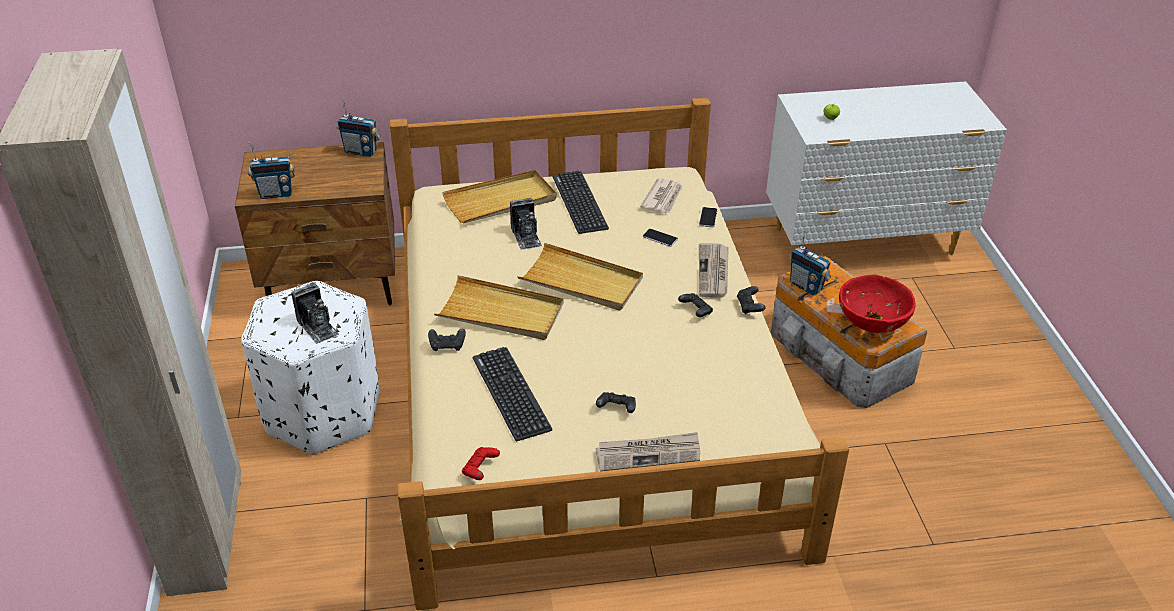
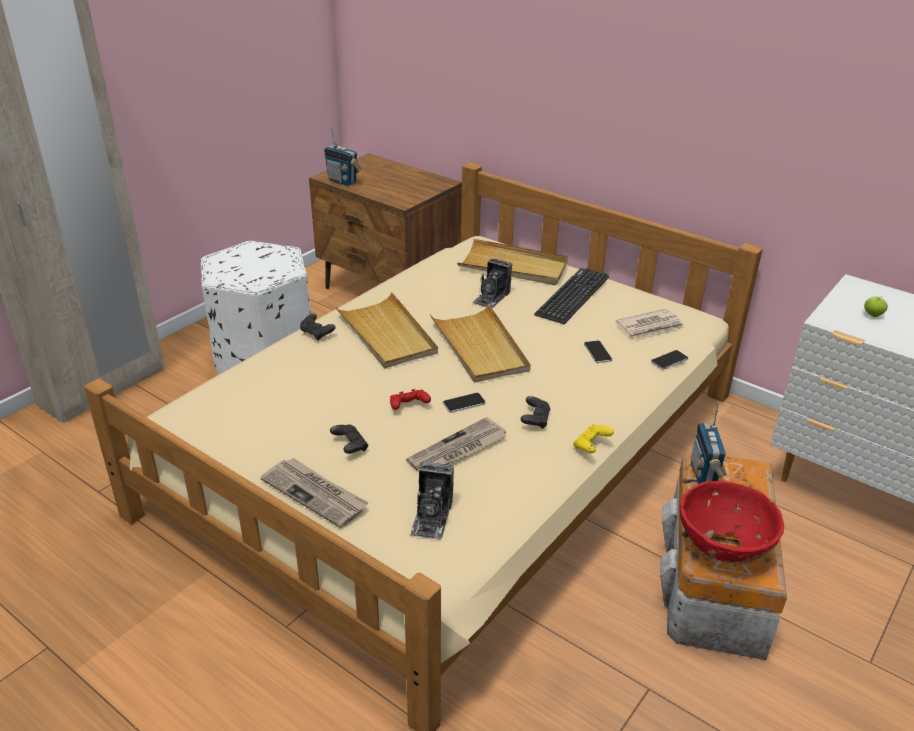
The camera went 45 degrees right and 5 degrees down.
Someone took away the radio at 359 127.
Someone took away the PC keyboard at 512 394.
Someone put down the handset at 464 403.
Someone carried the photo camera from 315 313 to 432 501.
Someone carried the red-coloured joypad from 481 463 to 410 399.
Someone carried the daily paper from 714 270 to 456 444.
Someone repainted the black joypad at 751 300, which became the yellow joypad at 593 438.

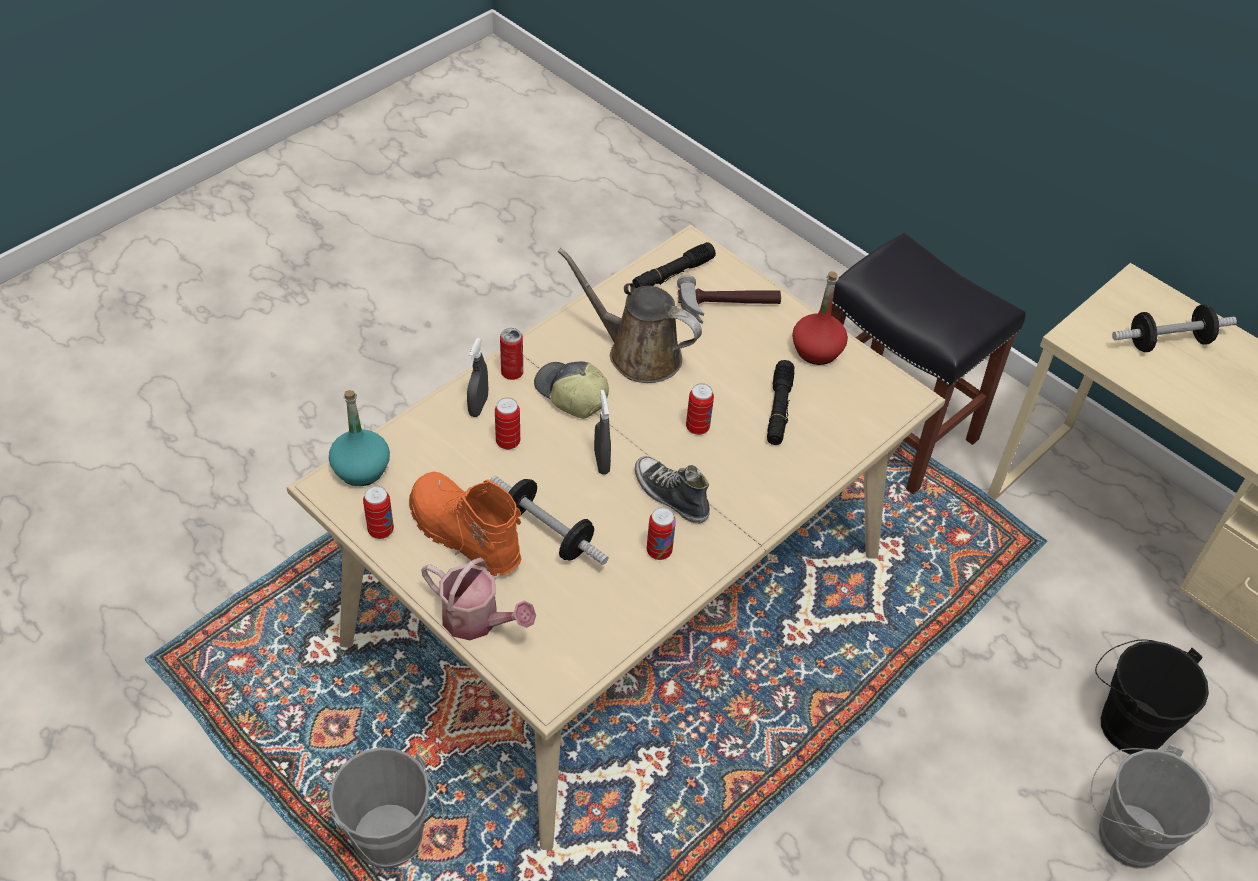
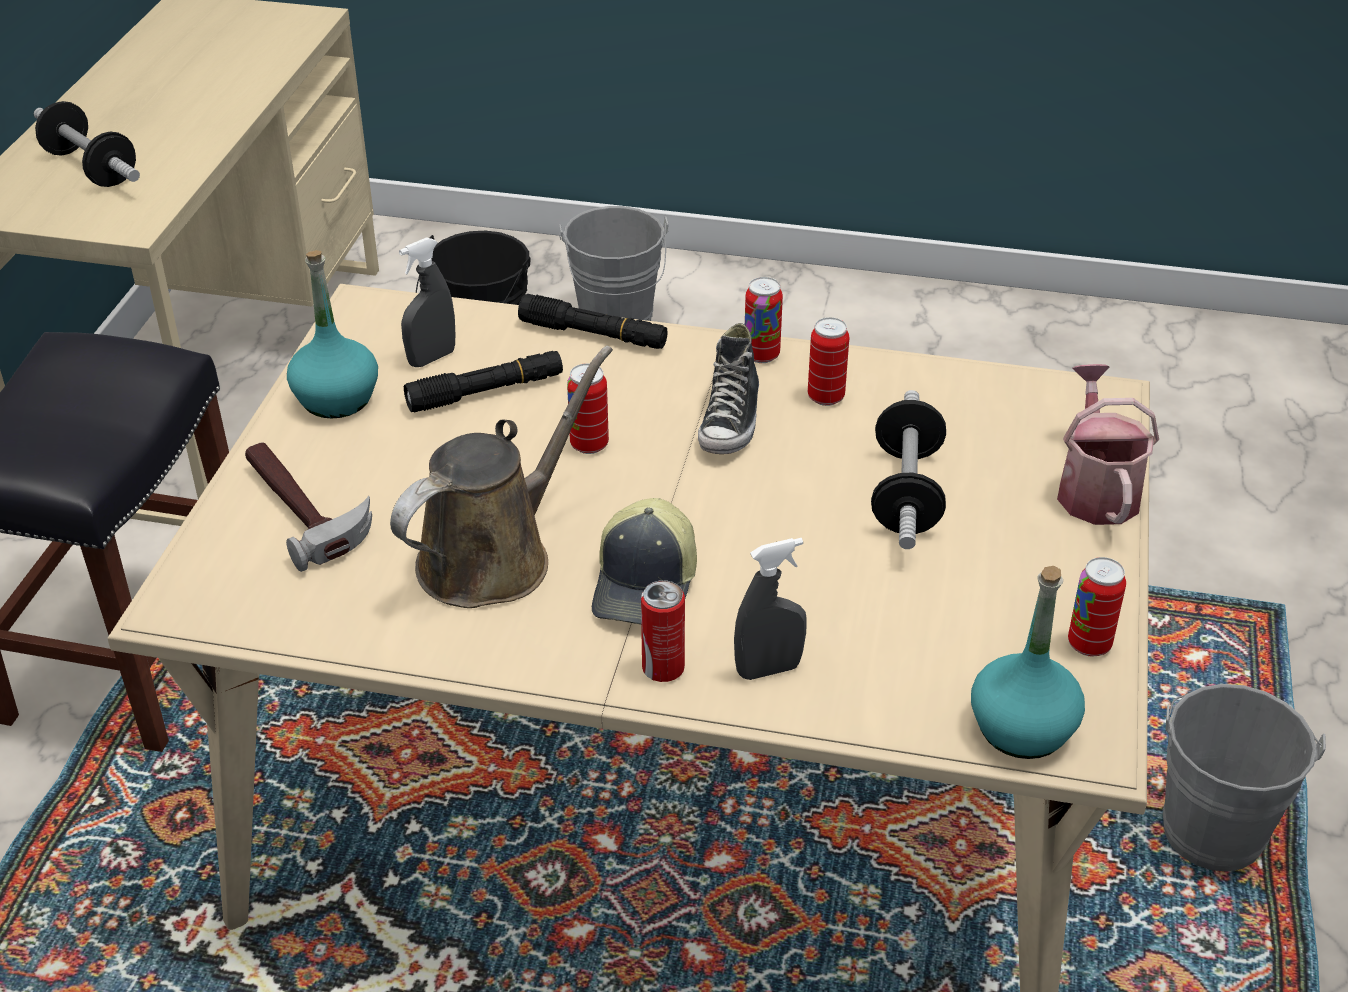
The camera went 120 degrees left and 10 degrees down.
Someone took away the orangey tall boot at 465 524.
Someone carried the metal can from 507 423 to 764 320.
Someone carried the gray spray bottle from 602 432 to 427 302.
Someone carried the black flashlight from 674 265 to 593 321.
Someone repainted the red-coloured beverage bottle at 820 318, which became the blue-green beverage bottle at 332 334.
Someone rotated the brown watering can at 630 315 by 135 degrees counterclockwise.

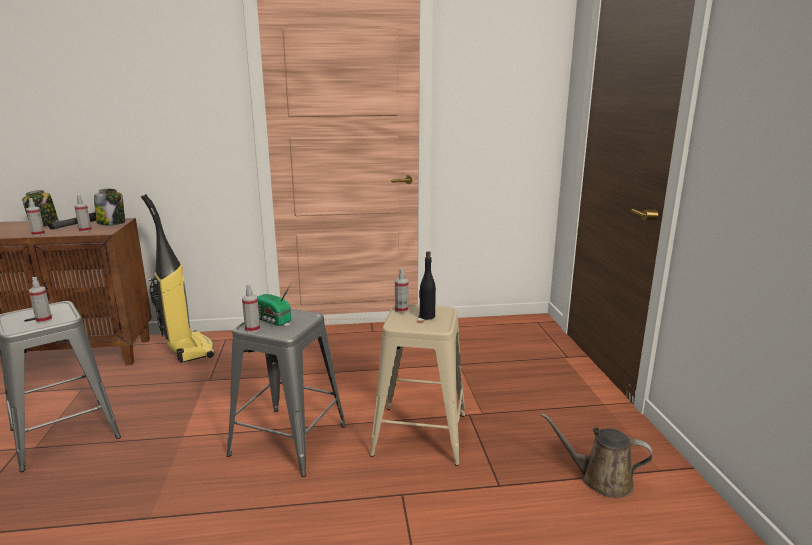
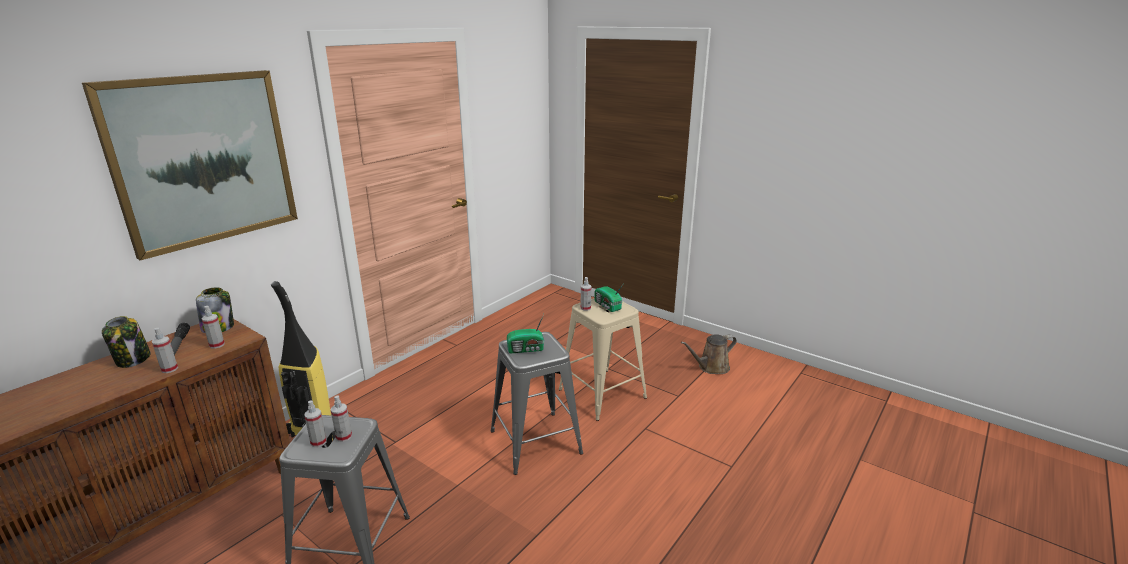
The camera went 45 degrees left and 5 degrees up.
Someone put up the wall art at 190 165.
Someone carried the spray bottle from 251 308 to 315 424.
Someone swapped the black beverage bottle at 427 286 for the radio at 610 297.

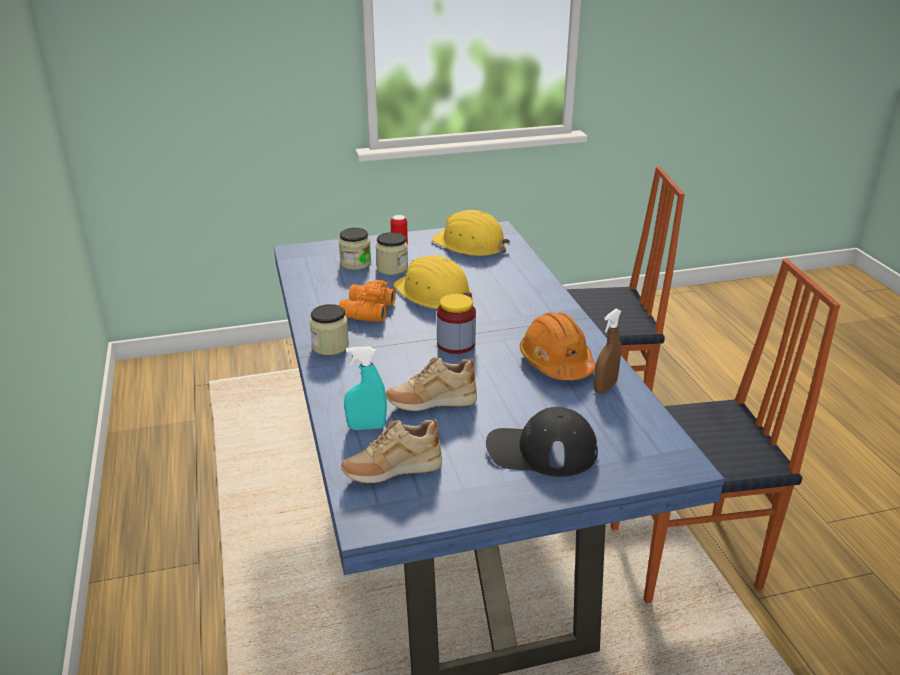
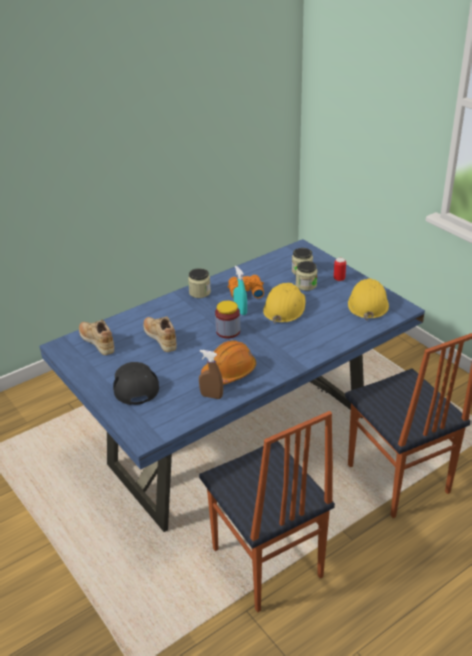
The camera went 70 degrees right and 5 degrees up.
Someone carried the blue-green spray bottle from 365 388 to 240 290.

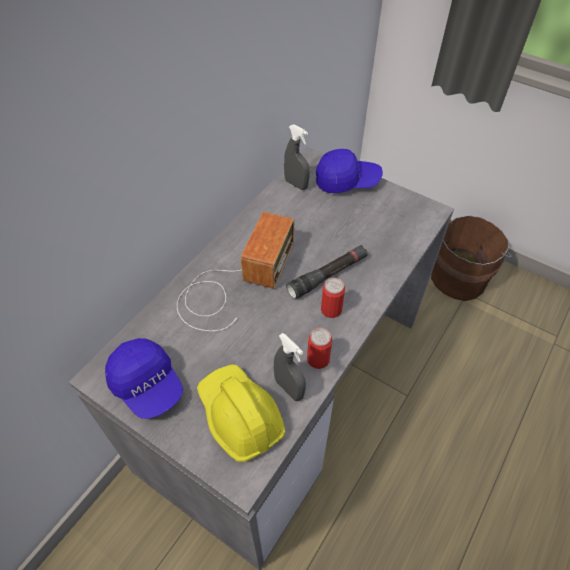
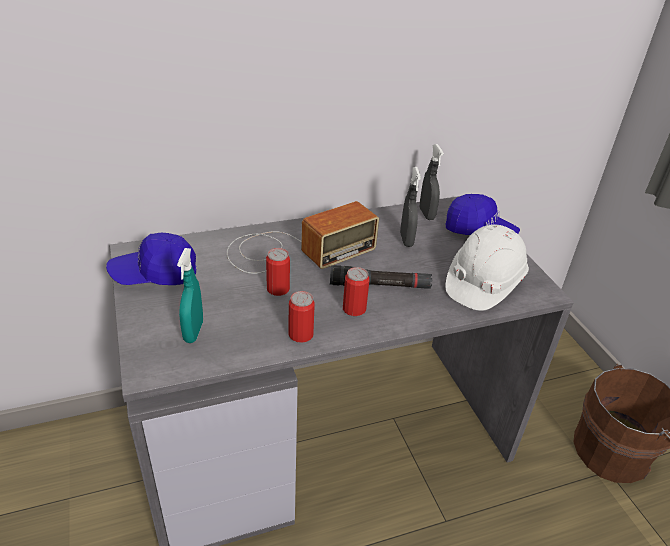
The camera went 35 degrees right and 15 degrees down.
Someone put down the metal can at 278 272.
Someone put down the white safety helmet at 487 267.
Someone carried the gray spray bottle from 290 367 to 410 207.
Someone swapped the yellow safety helmet at 241 413 for the blue-green spray bottle at 190 295.
Someone rotated the blue cap at 144 378 by 75 degrees clockwise.

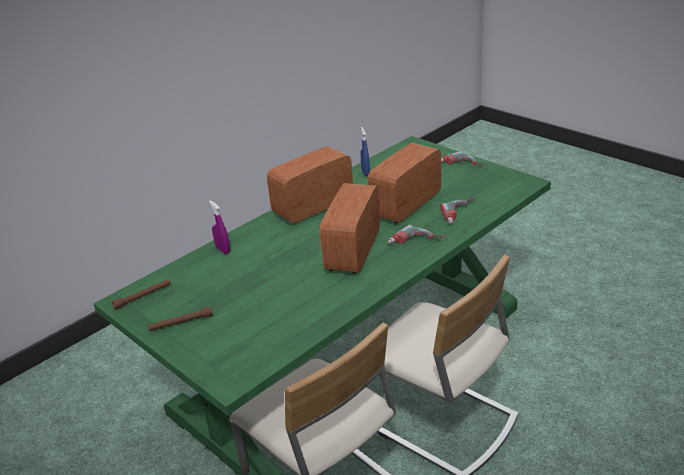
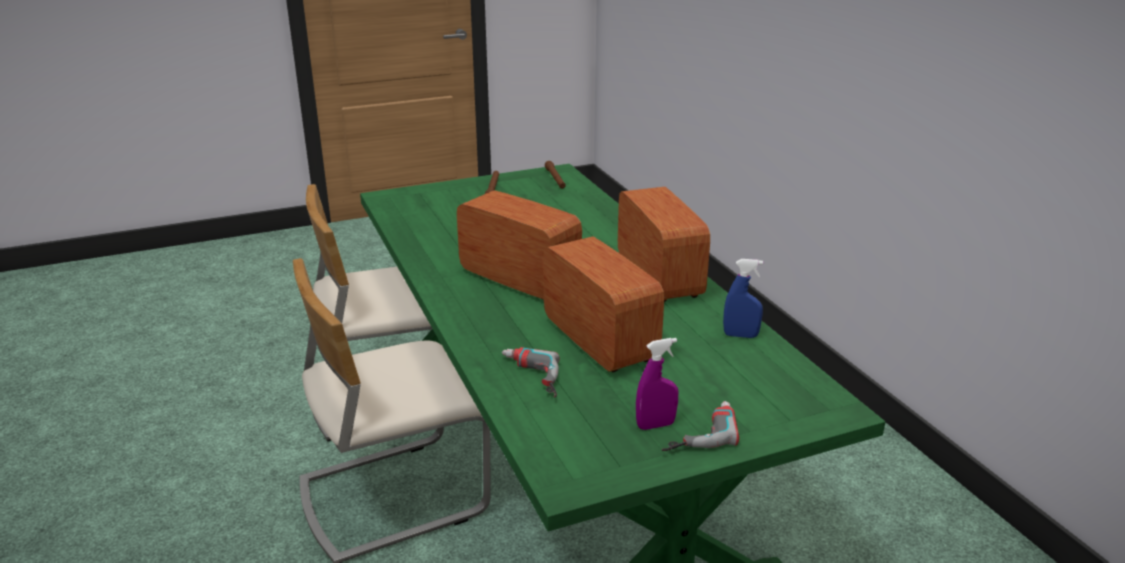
The camera went 110 degrees right and 5 degrees down.
Someone took away the drill at 417 234.
Someone carried the purple spray bottle from 219 227 to 657 384.

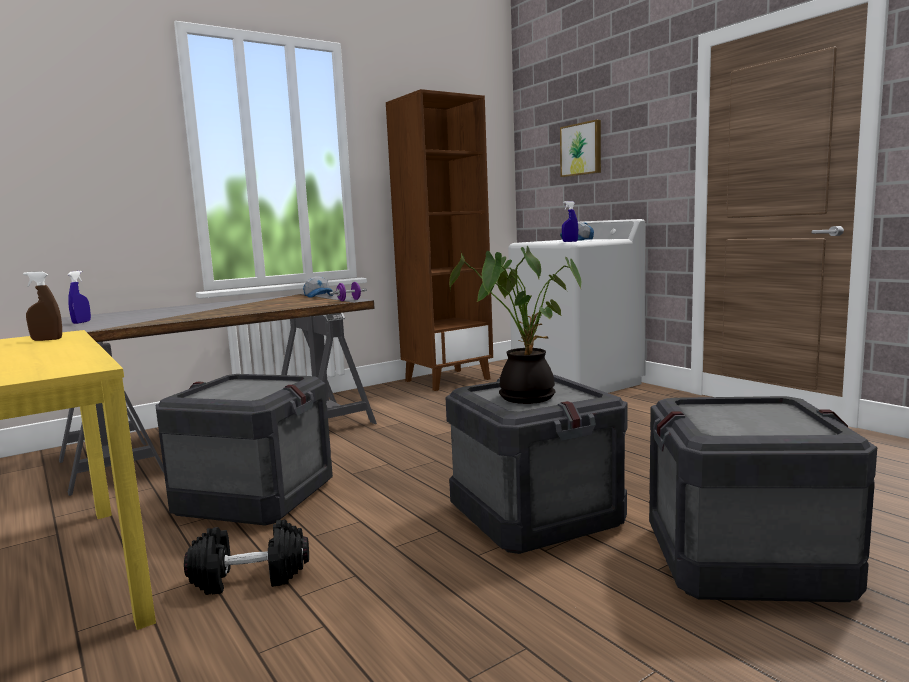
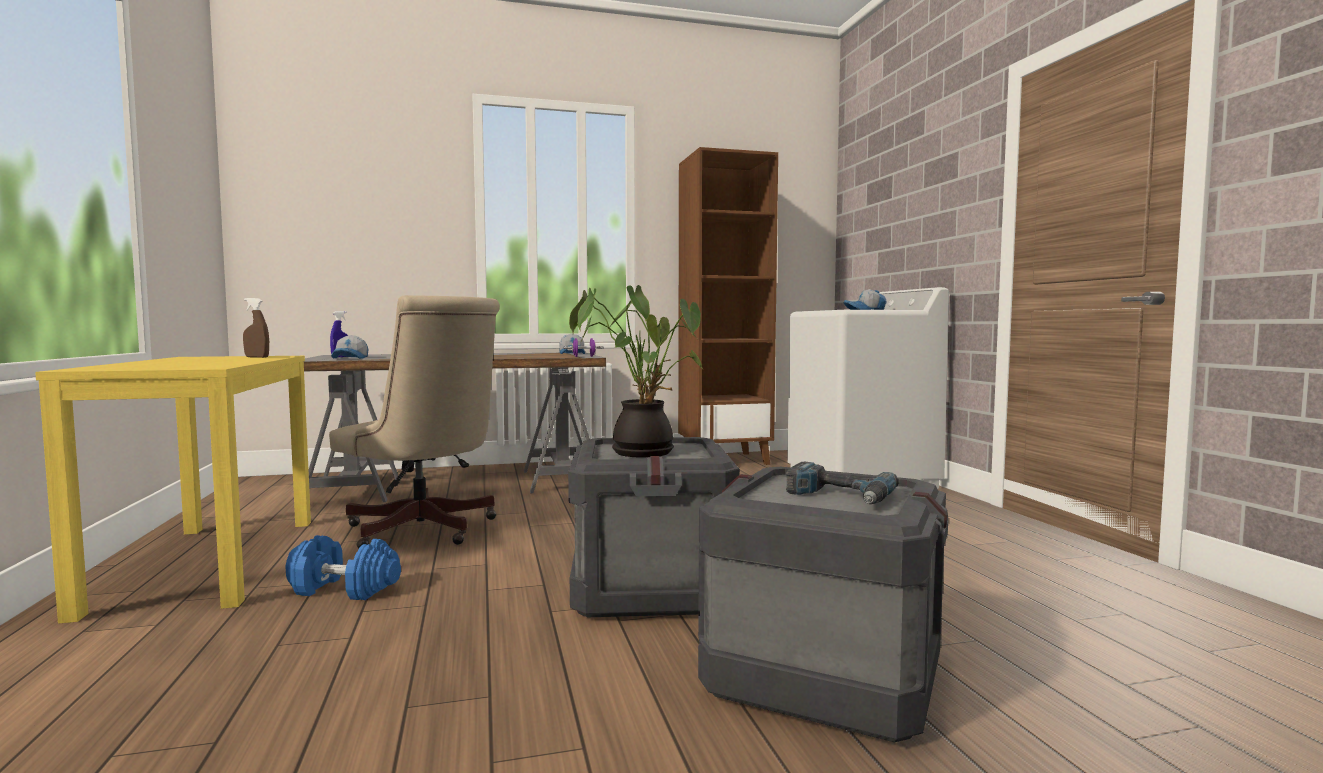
The camera went 20 degrees right and 5 degrees down.
Someone took away the wall art at 580 148.
Someone took away the blue spray bottle at 570 221.
Someone put down the cap at 349 347.
Someone put down the drill at 842 483.
Someone swapped the crate at 244 450 for the beige-coloured office chair at 414 421.
Someone repainted the black dumbbell at 246 557, which became the blue dumbbell at 343 567.

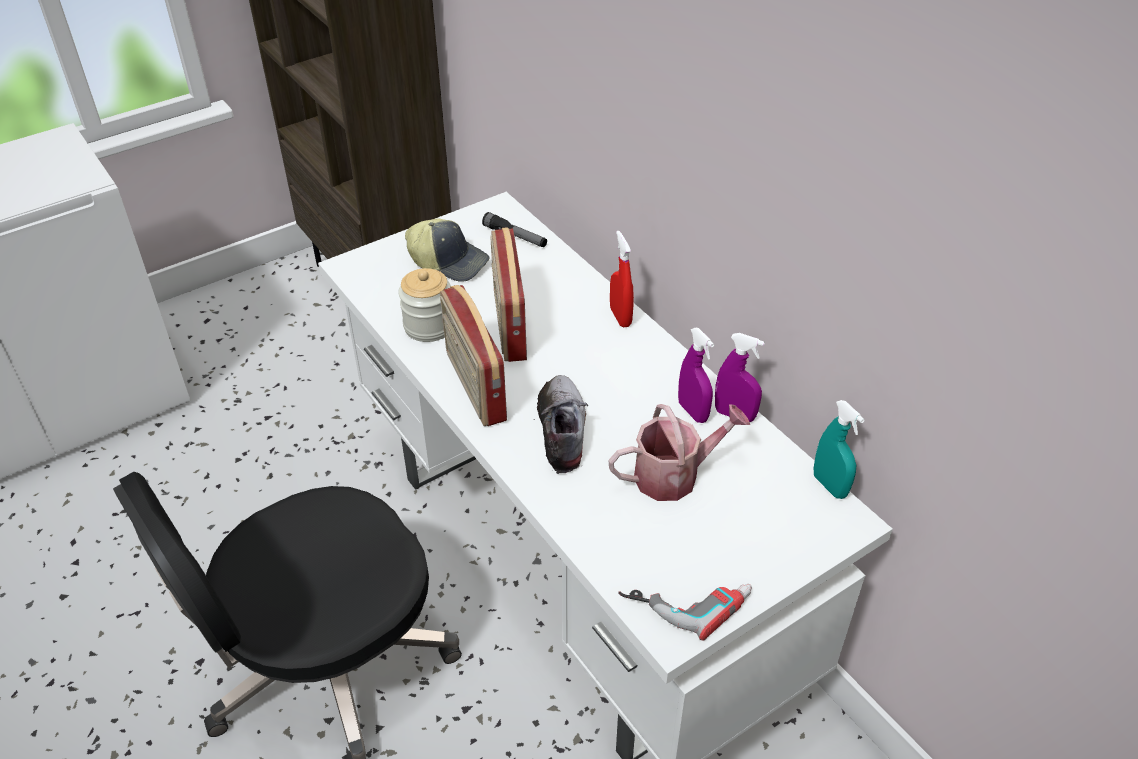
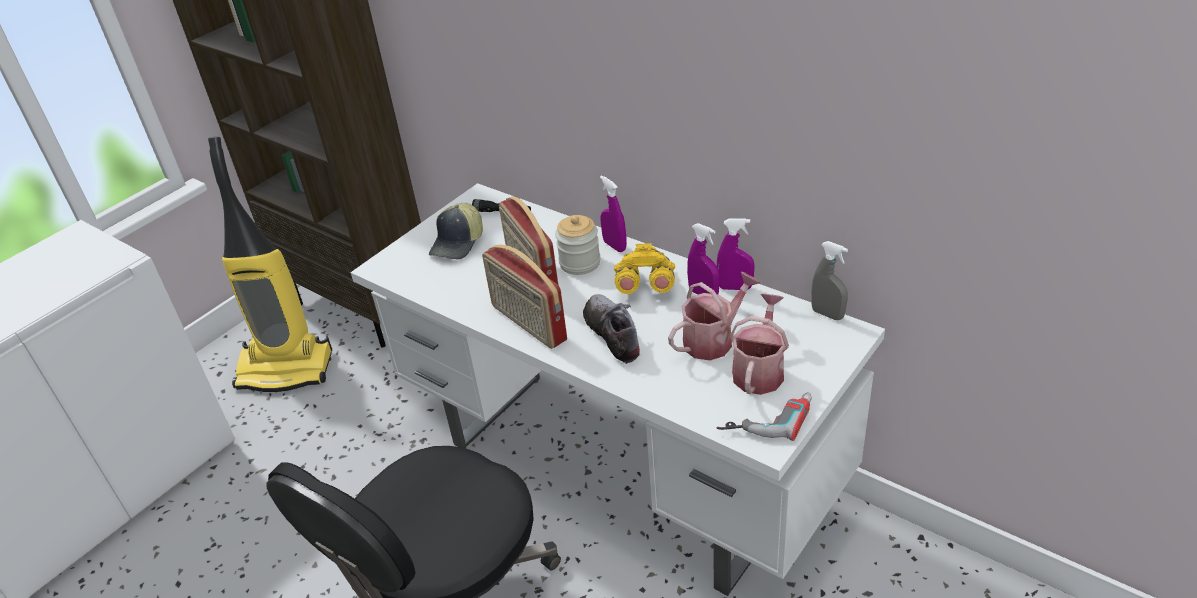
The camera went 15 degrees left and 5 degrees down.
Someone put down the vacuum cleaner at 270 264.
Someone put down the yellow pair of binoculars at 644 268.
Someone put down the watering can at 759 344.
Someone carried the preserve jar from 424 305 to 577 245.
Someone repainted the red-coloured spray bottle at 622 279, which became the purple spray bottle at 613 213.
Someone repainted the blue-green spray bottle at 839 449, which became the gray spray bottle at 829 280.
Someone rotated the cap at 447 250 by 105 degrees clockwise.

